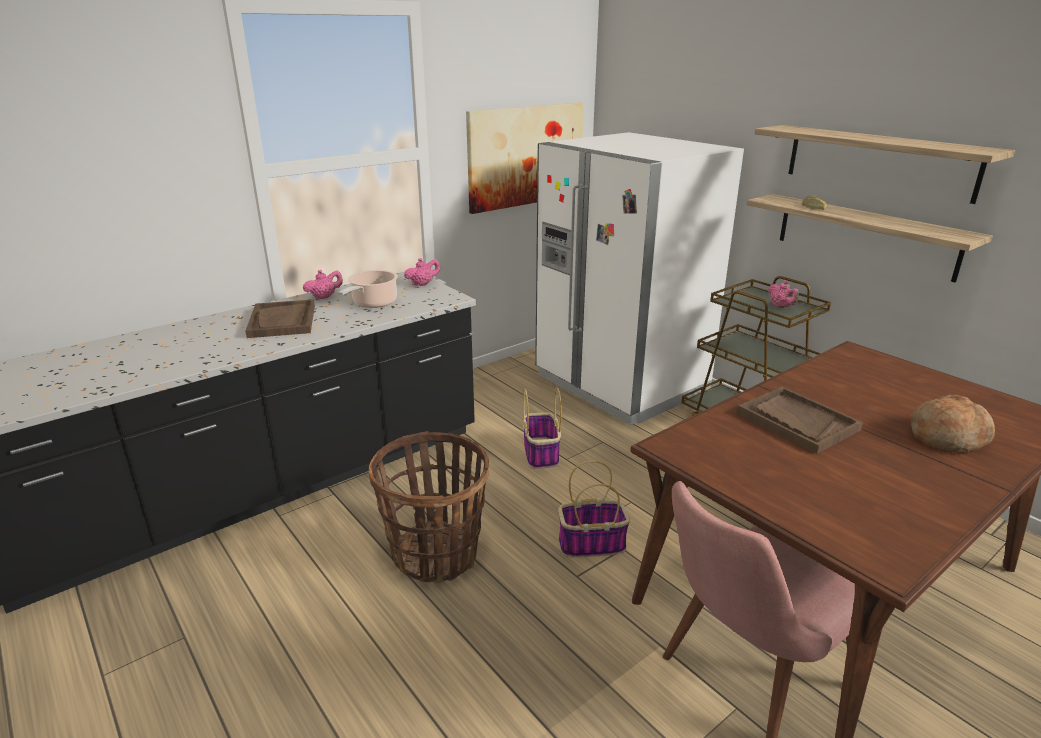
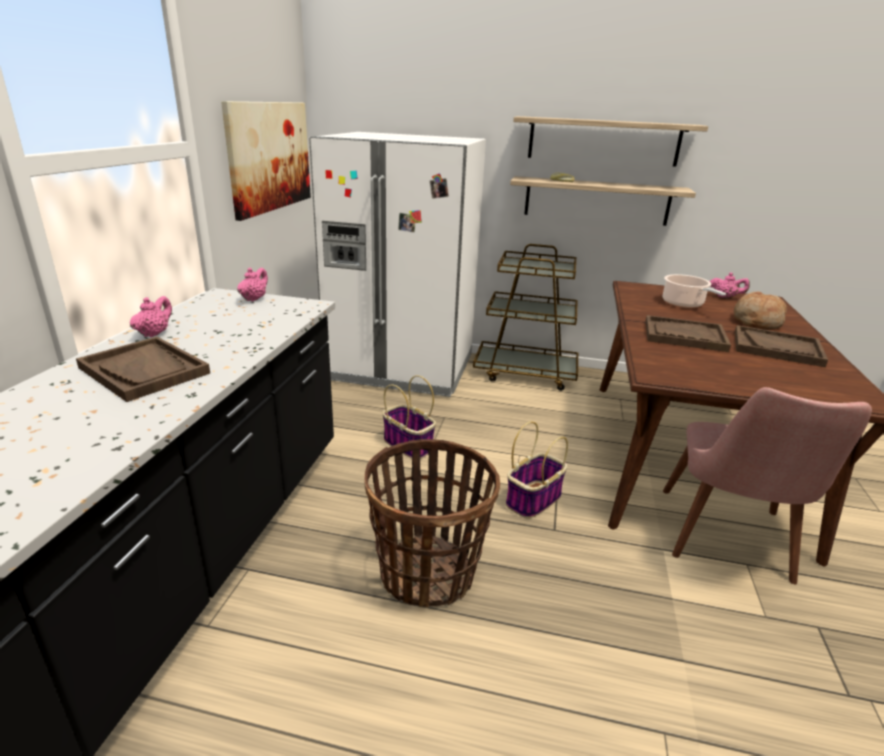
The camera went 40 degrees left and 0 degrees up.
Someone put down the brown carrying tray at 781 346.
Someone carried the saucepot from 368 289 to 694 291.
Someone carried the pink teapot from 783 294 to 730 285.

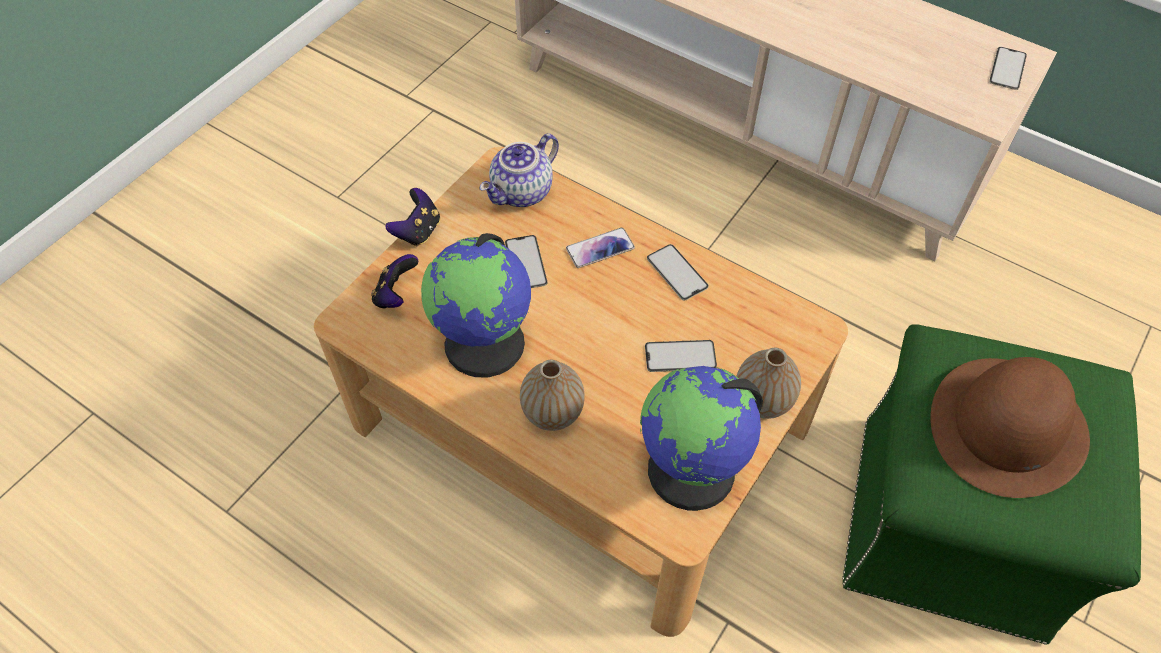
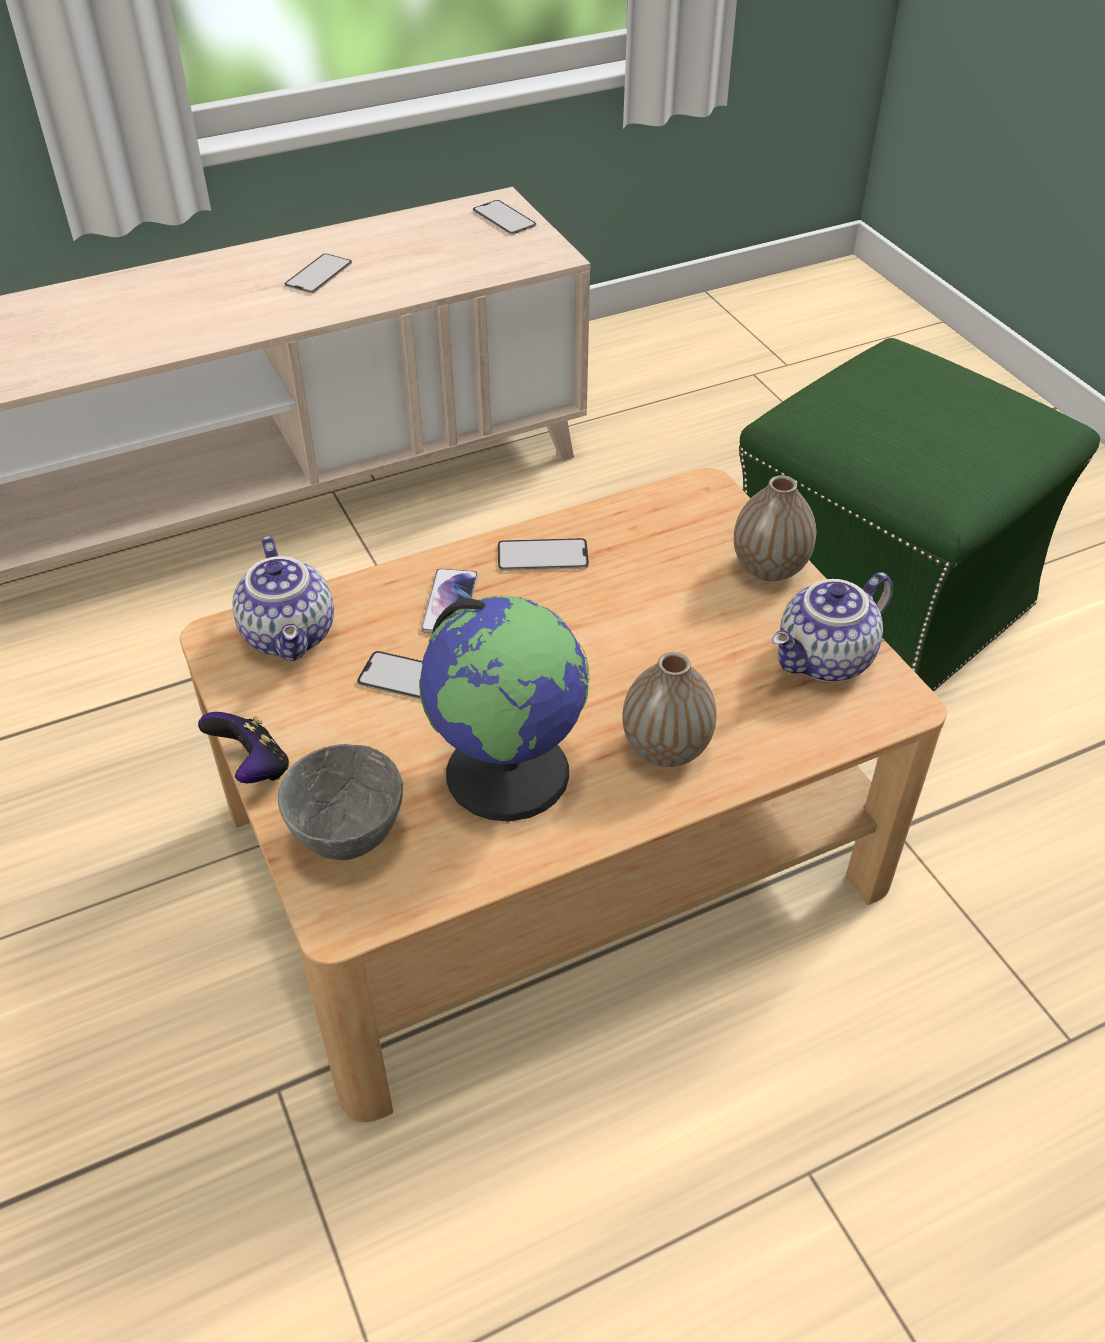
The camera went 60 degrees left and 10 degrees down.
Someone took away the brown wearable hat at 1010 427.
Someone carried the handset from 681 356 to 318 274.
Someone swapped the joypad at 394 281 for the gray serving bowl at 340 802.
Someone swapped the globe at 701 438 for the teapot at 832 627.

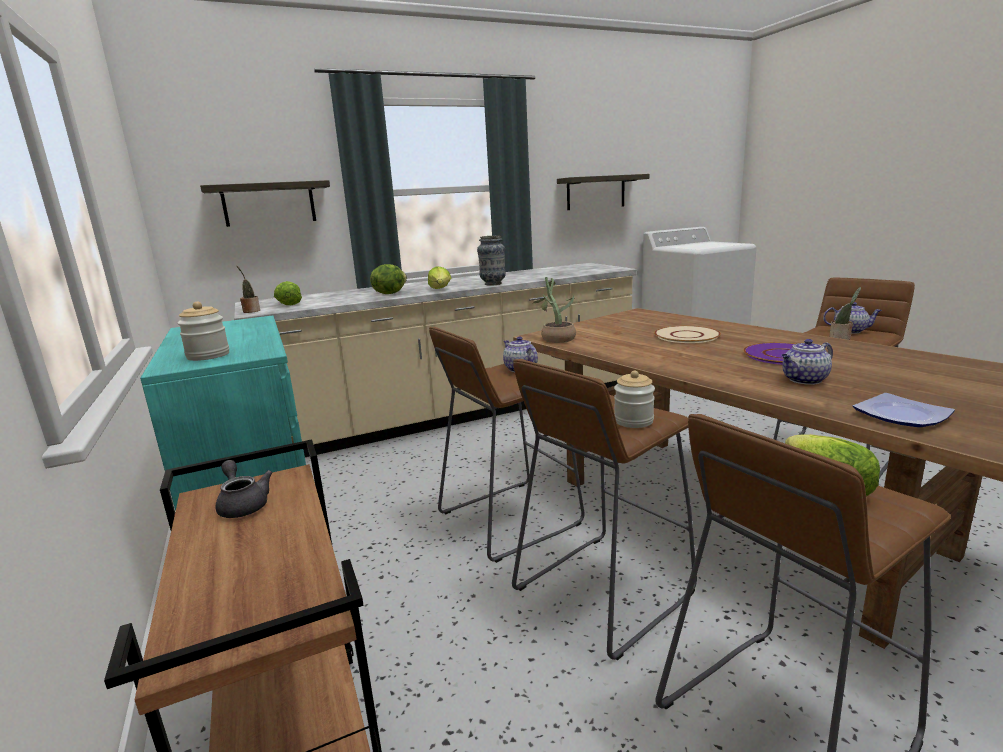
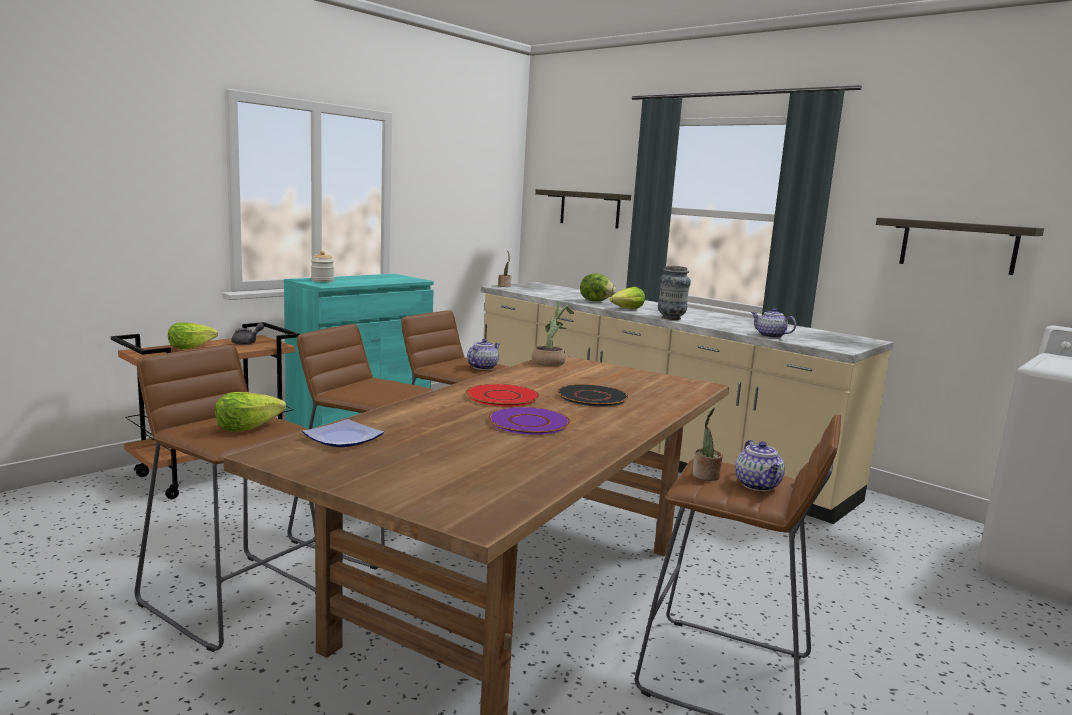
The camera went 65 degrees right and 5 degrees down.
Someone took away the preserve jar at 634 399.
Someone put down the red-coloured flat dish at 502 395.
Someone carried the lettuce from 288 293 to 193 335.
Someone carried the teapot from 807 362 to 773 323.
Someone repainted the beige-coloured flat dish at 687 334, which became the black flat dish at 593 395.

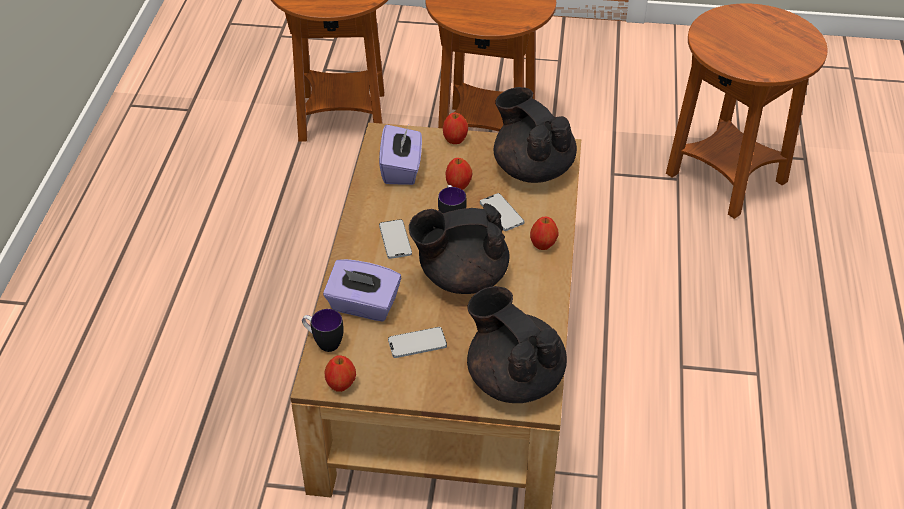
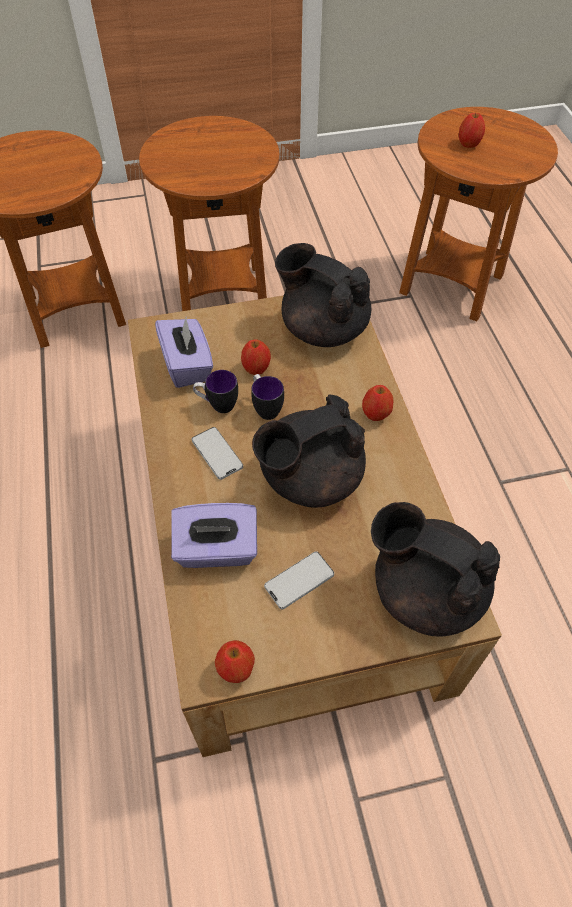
The camera went 20 degrees left and 10 degrees up.
Someone took away the handset at 502 212.
Someone carried the tea mug from 323 330 to 215 391.
Someone carried the whole apple from 455 128 to 472 130.

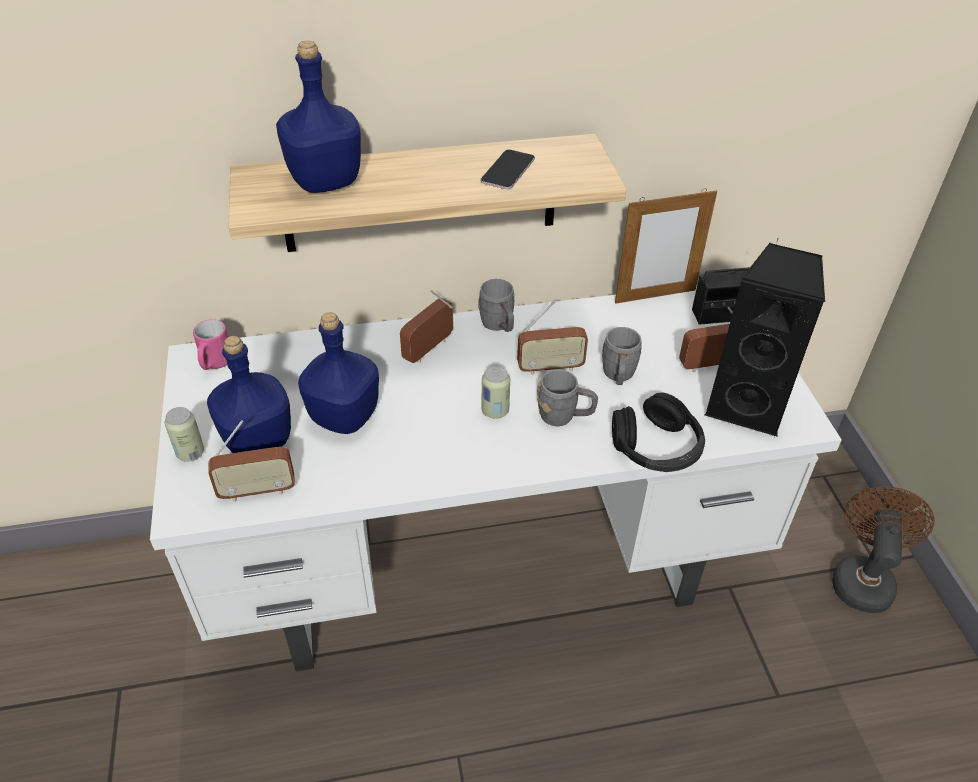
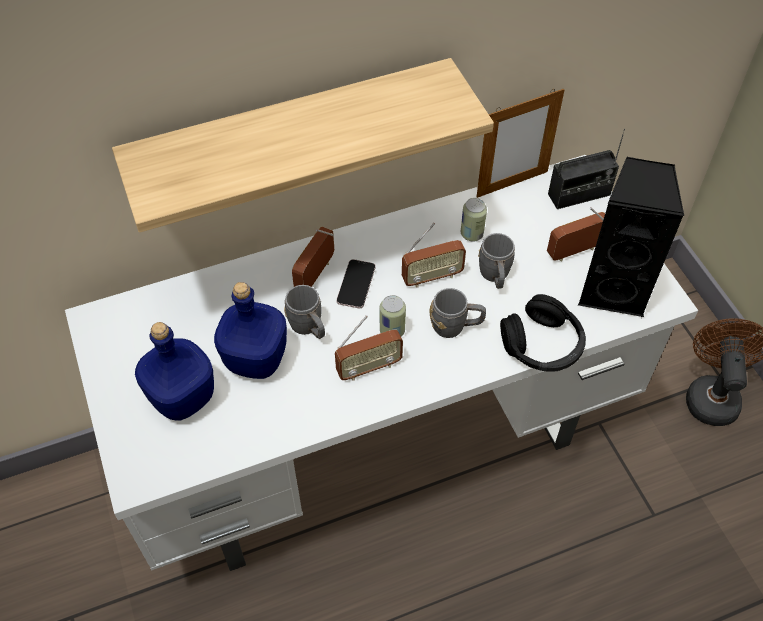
The camera went 10 degrees left and 10 degrees up.
Someone took away the pink tea mug at 210 344.
Someone took away the blue beverage bottle at 318 117.
Someone carried the metal can from 184 434 to 474 219.
Someone carried the radio from 251 461 to 369 348.
Someone carried the gray tea mug from 496 305 to 304 312.
Someone carried the handset from 508 169 to 356 283.

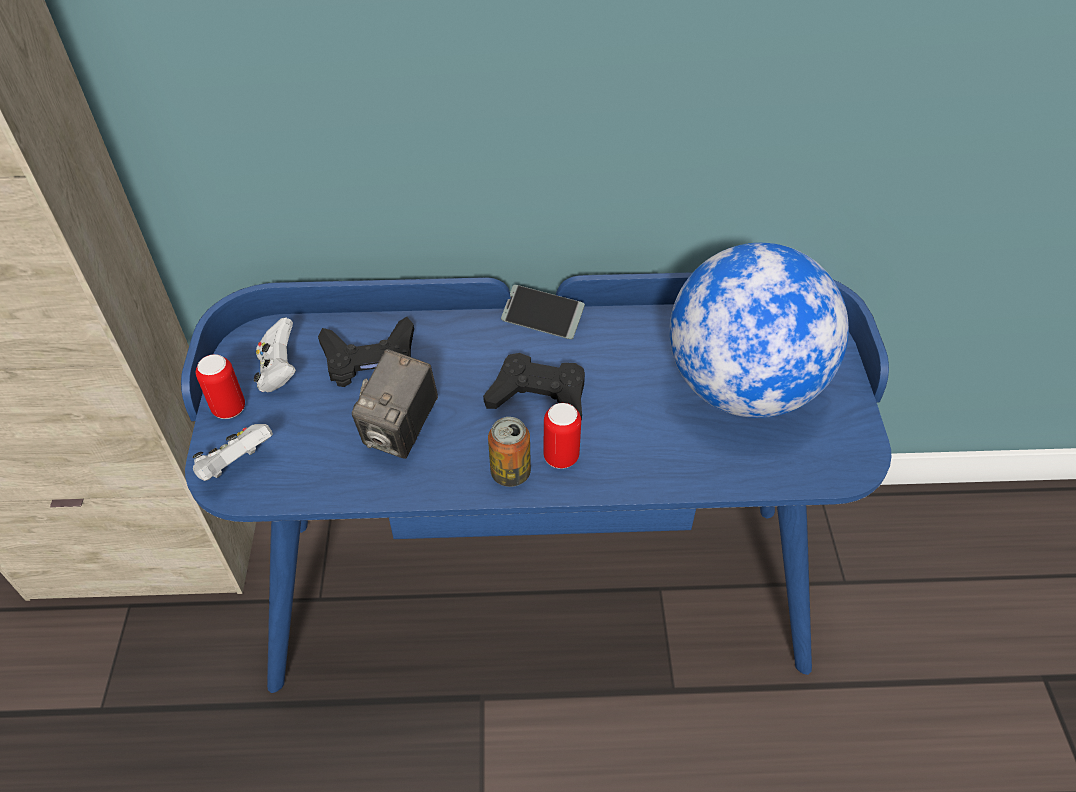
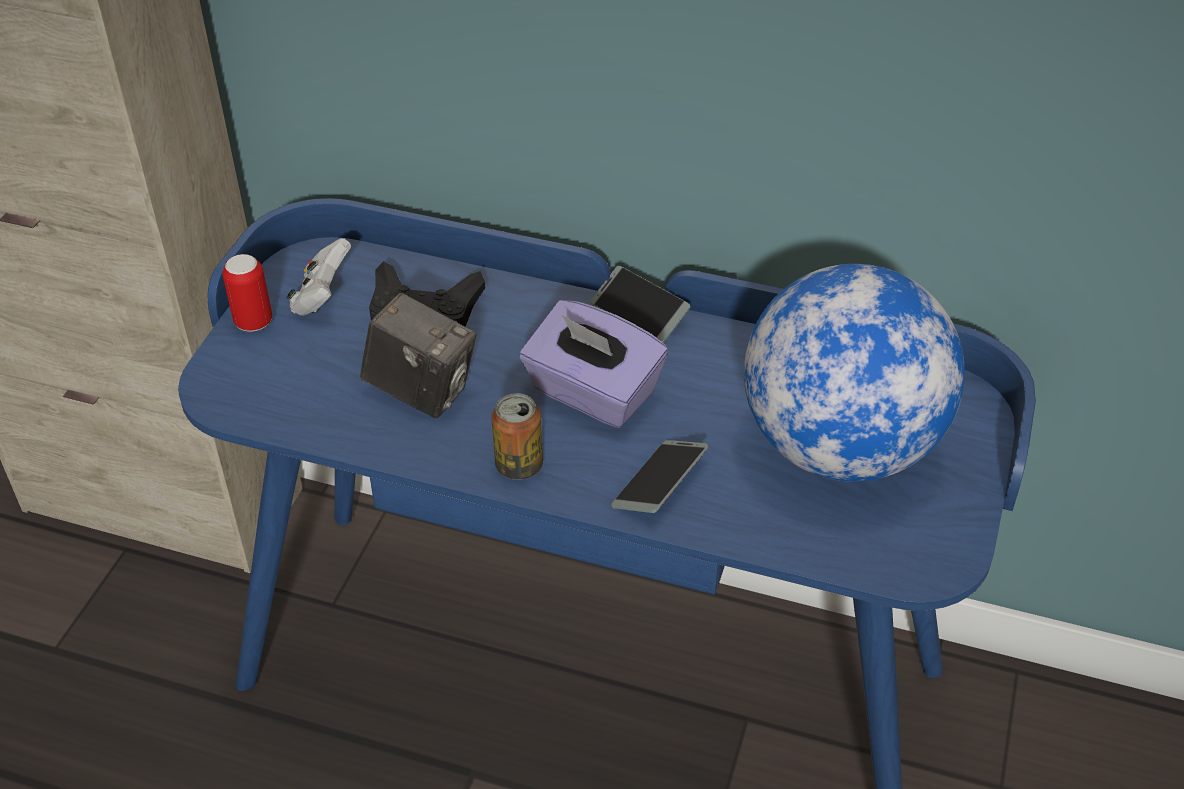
The camera went 20 degrees right and 5 degrees down.
Someone took away the white joypad at 233 452.
Someone took away the metal can at 562 436.
Someone put down the handset at 659 476.
Someone swapped the black joypad at 534 386 for the purple tissue box at 594 364.
Someone rotated the photo camera at 395 404 by 105 degrees counterclockwise.

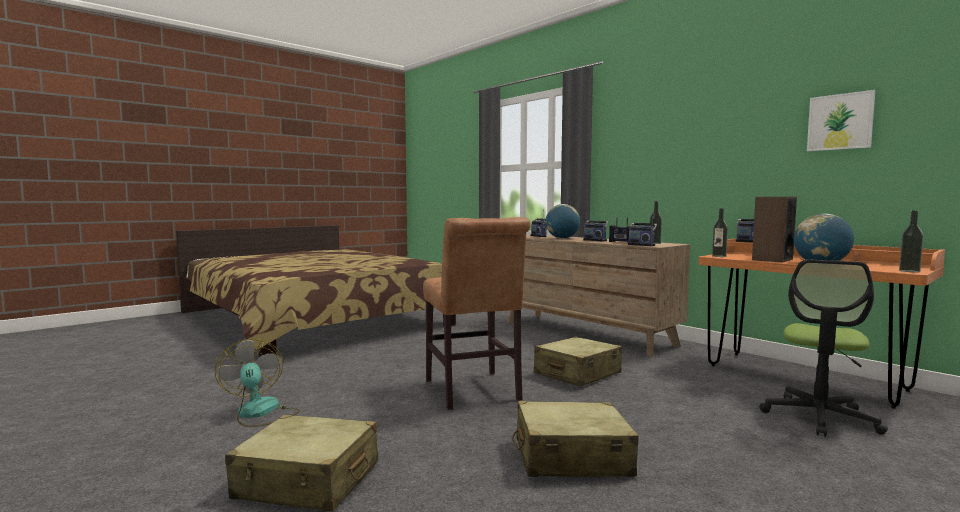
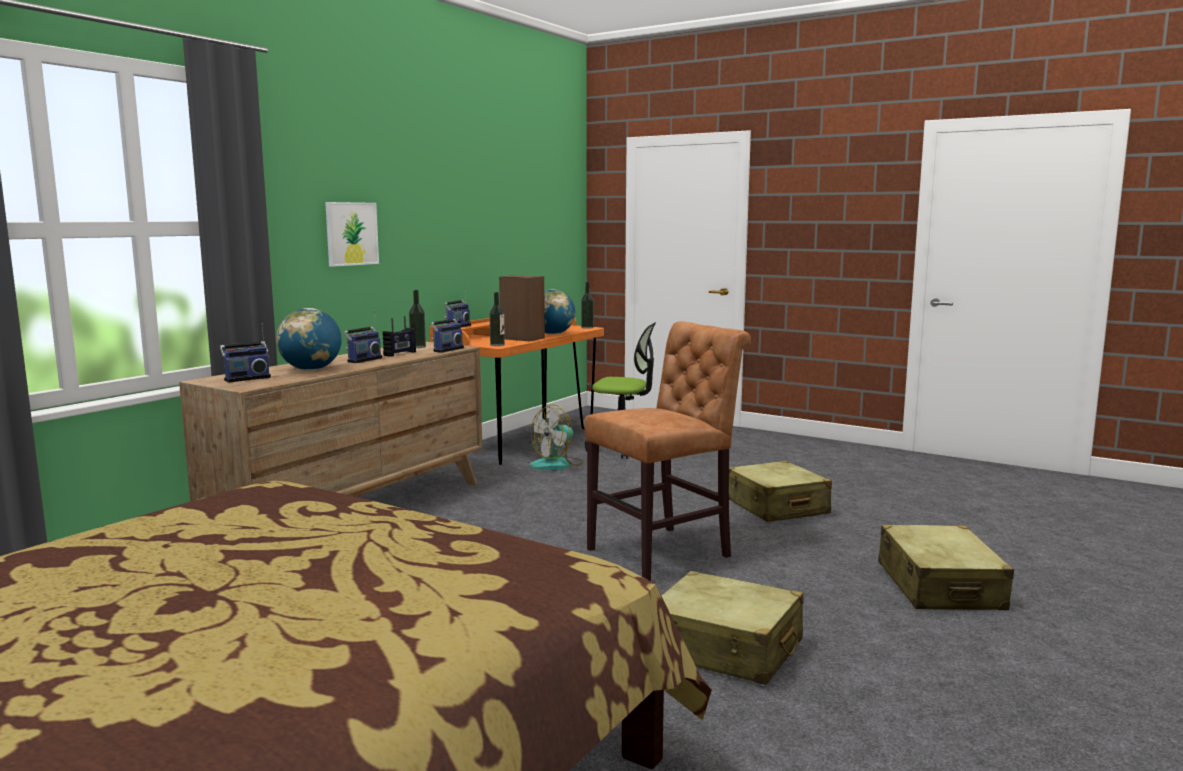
The camera went 105 degrees left and 5 degrees up.
Someone carried the cooling fan from 257 383 to 557 437.
Someone carried the beige-coloured piece of luggage from 578 362 to 732 628.
Someone carried the wall art from 841 120 to 352 234.

